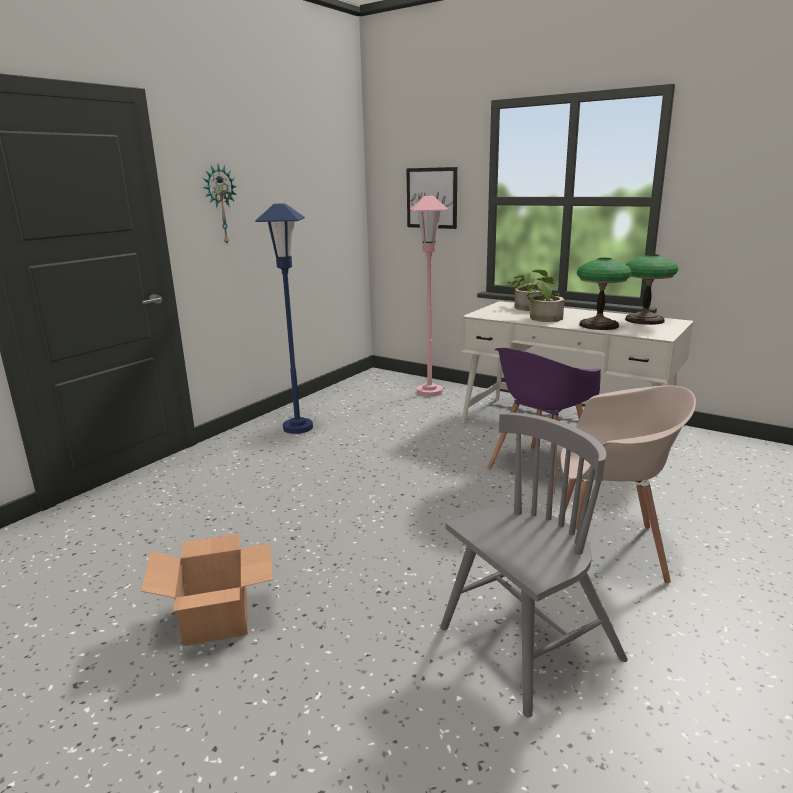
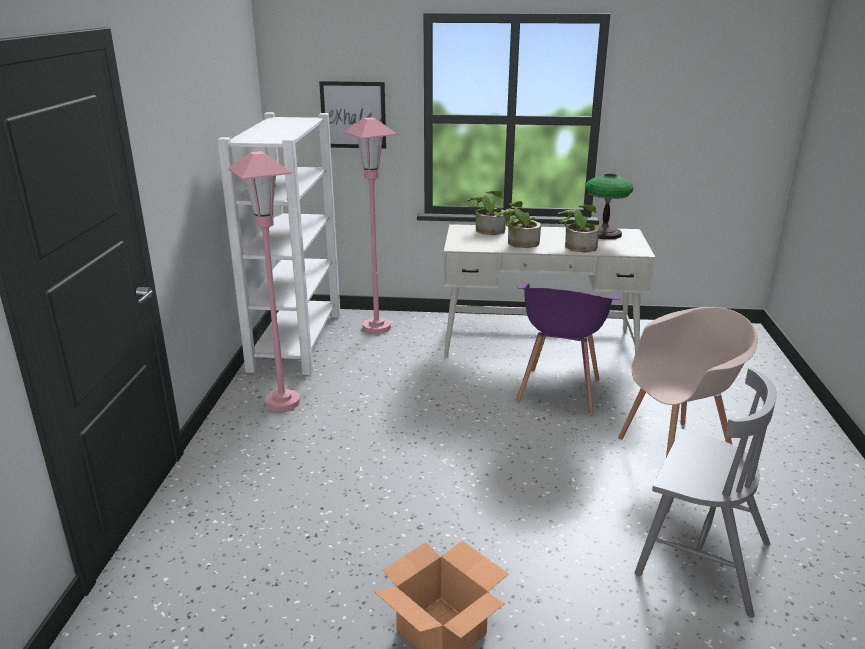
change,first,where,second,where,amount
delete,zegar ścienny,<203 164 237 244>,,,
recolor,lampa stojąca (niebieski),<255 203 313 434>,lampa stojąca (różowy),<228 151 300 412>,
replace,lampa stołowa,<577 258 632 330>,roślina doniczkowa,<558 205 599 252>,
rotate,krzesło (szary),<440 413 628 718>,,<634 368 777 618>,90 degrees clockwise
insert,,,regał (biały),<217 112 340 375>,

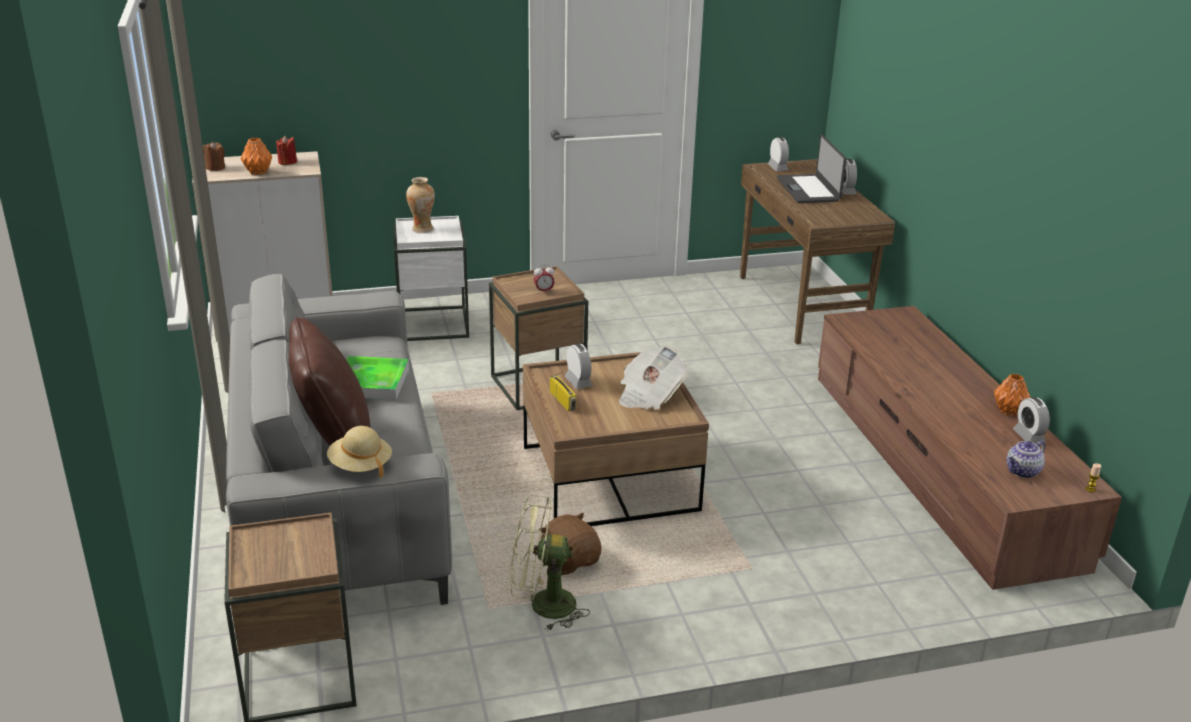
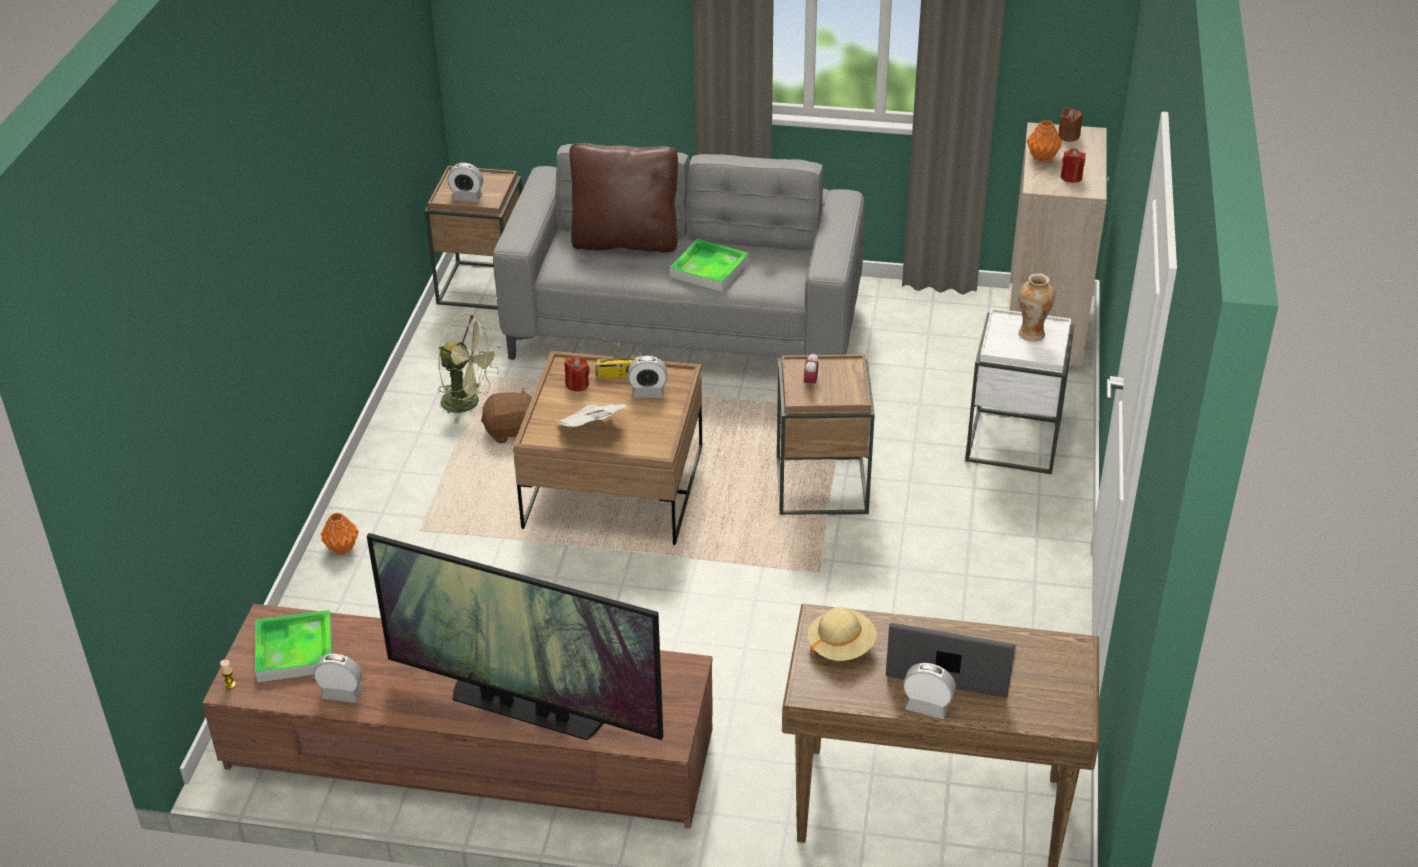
change,first,where,second,where,amount
move,budzik,<768 137 789 171>,,<447 163 483 202>,
move,wazon (pomarańczowy),<994 374 1031 416>,,<321 512 359 555>,
move,kapelusz (beżowy),<327 426 392 478>,,<807 607 877 661>,
replace,imbryk,<1007 440 1045 478>,taca,<255 610 333 682>,
rotate,wentylator (zielony),<511 495 590 631>,,<438 313 501 424>,90 degrees clockwise
insert,,,świeca (czerwony),<565 356 590 391>,
insert,,,telewizor,<367 533 663 740>,

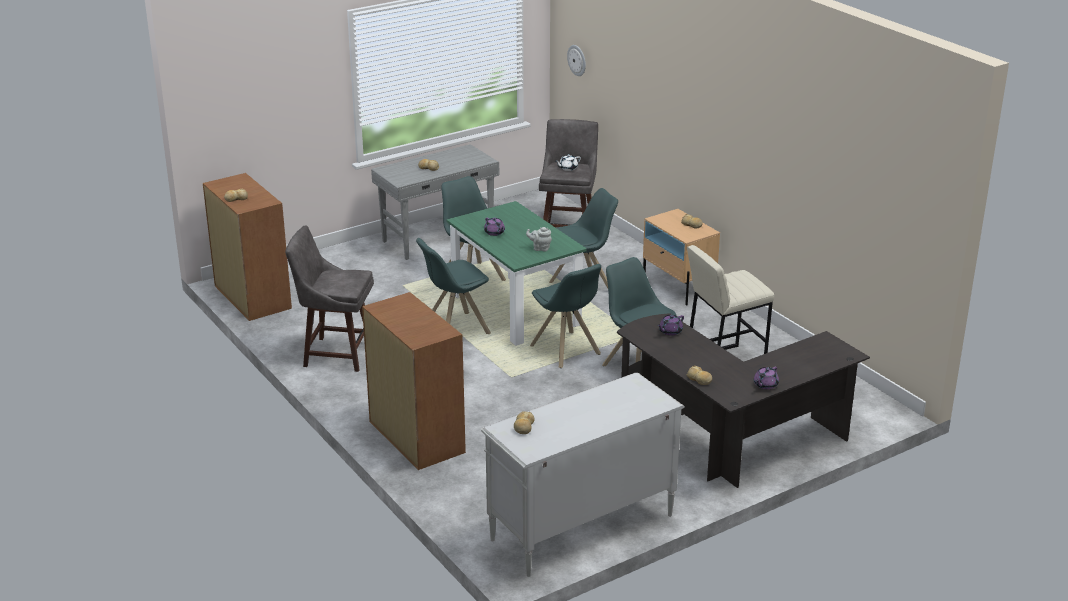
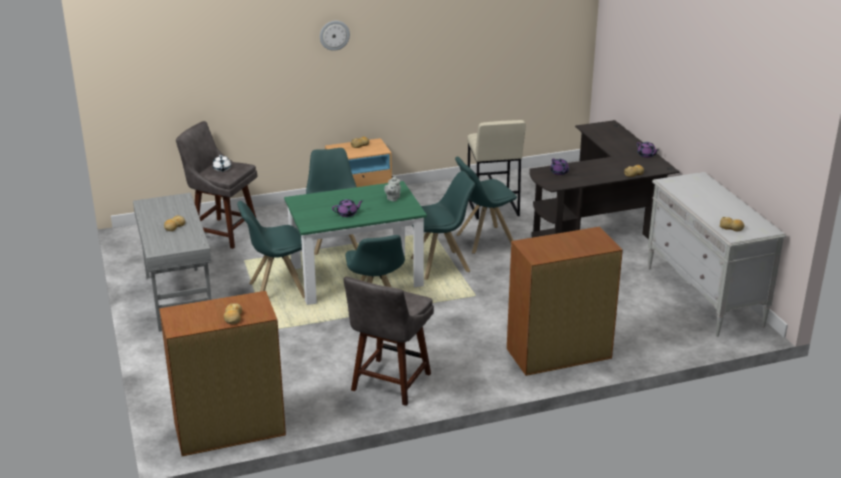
change,first,where,second,where,amount
move,zegar ścienny,<567 45 586 76>,,<320 21 350 51>,

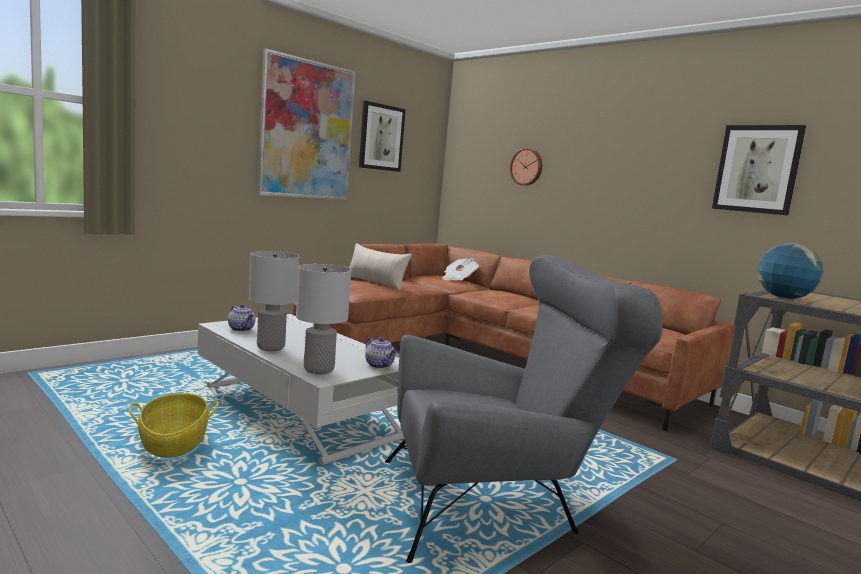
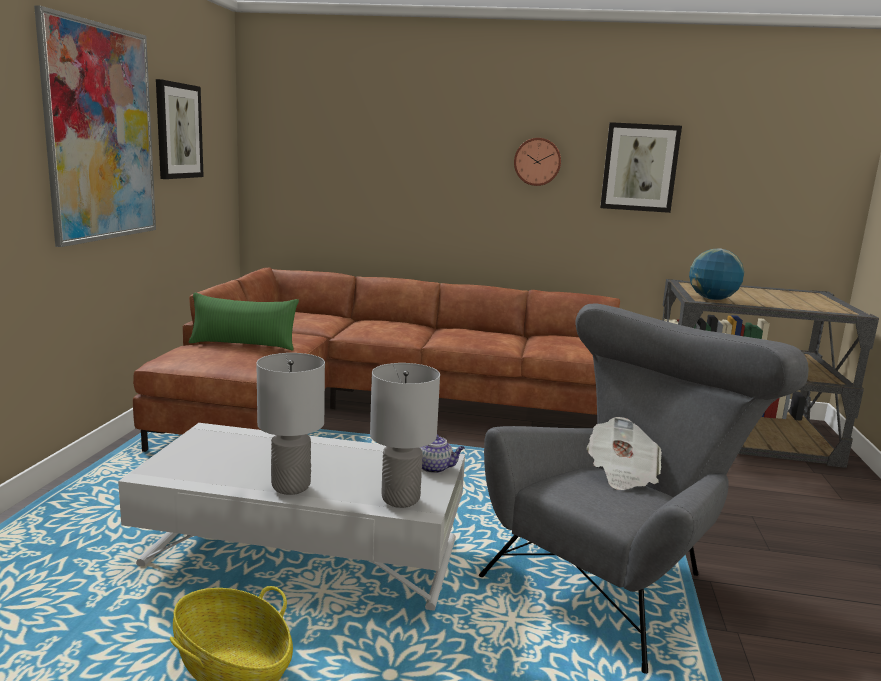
change,first,where,second,where,amount
move,zegar ścienny,<510 148 542 186>,,<514 138 561 186>,
recolor,poduszka (beżowy),<349 243 412 291>,poduszka (zielony),<188 293 299 351>,
move,gazeta,<442 258 479 281>,,<587 417 662 490>,
delete,imbryk,<228 304 255 331>,,,

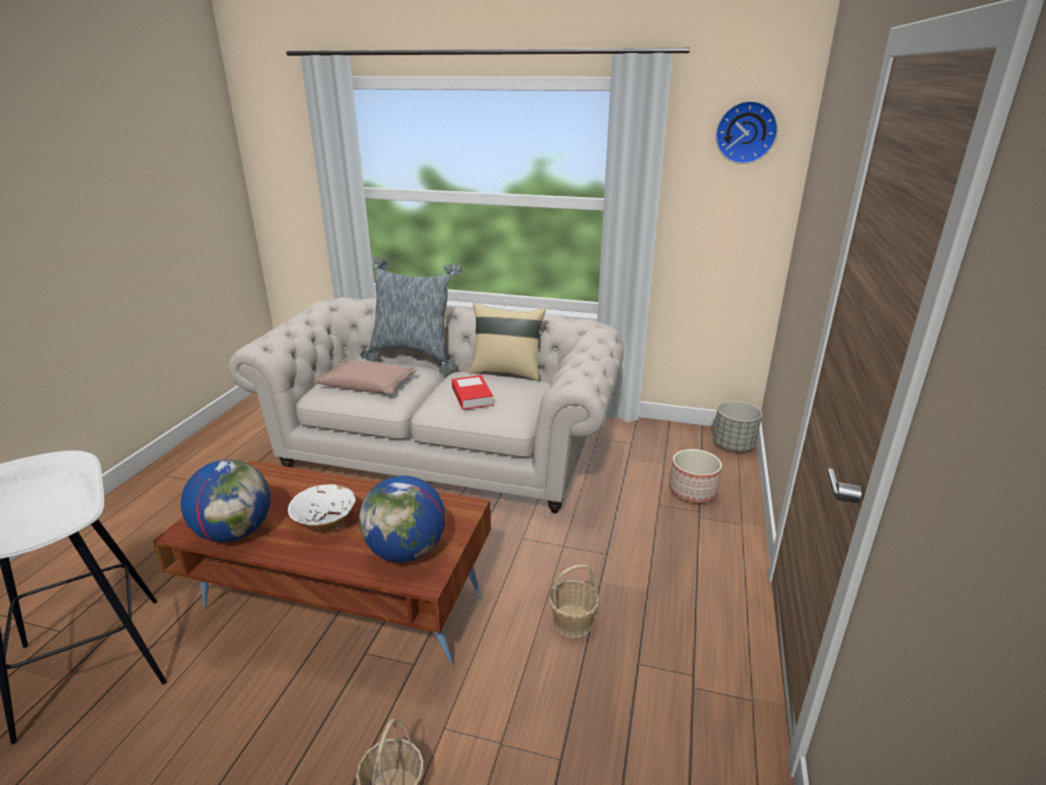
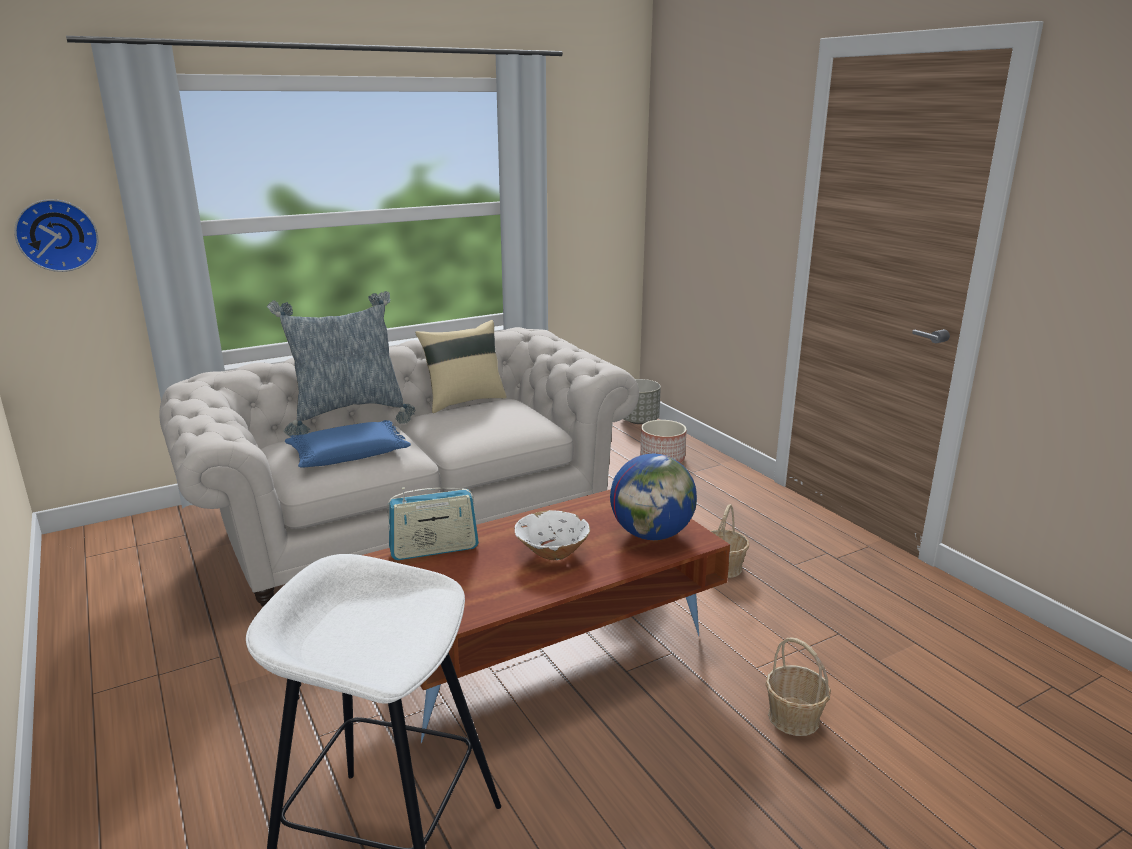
change,first,where,second,where,amount
move,zegar ścienny,<716 101 778 164>,,<14 199 99 272>,
recolor,poduszka (beżowy),<314 358 417 394>,poduszka (niebieski),<285 420 411 468>,
delete,książka,<452 375 493 410>,,,
delete,globus,<181 460 270 542>,,,
insert,,,radio,<387 487 479 560>,

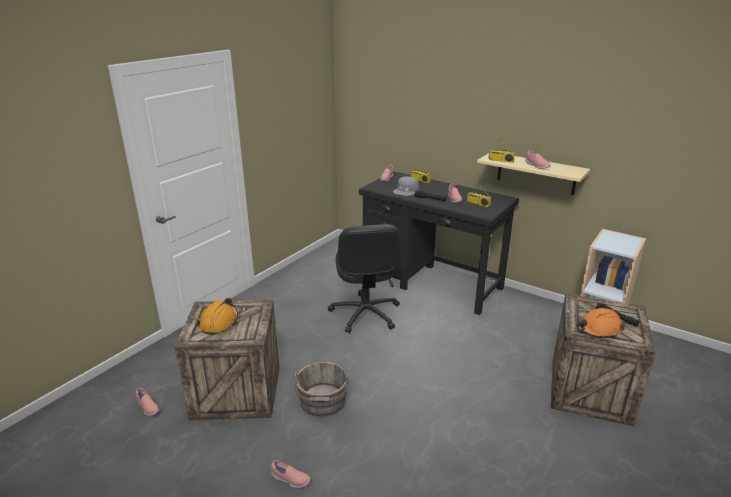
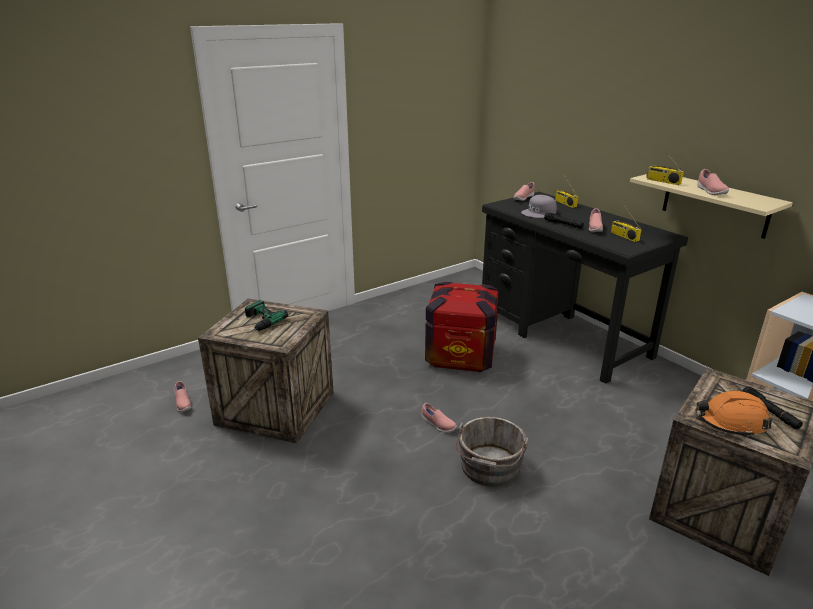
change,first,where,second,where,amount
replace,krzesło biurowe (czarny),<328 224 400 333>,skrzynka,<425 282 499 372>,
replace,kask (pomarańczowy),<197 298 238 335>,wiertarka,<245 300 288 333>,
move,wiadro (szary),<294 361 349 417>,,<456 416 528 487>,
move,but (różowy),<271 460 310 488>,,<421 403 457 433>,

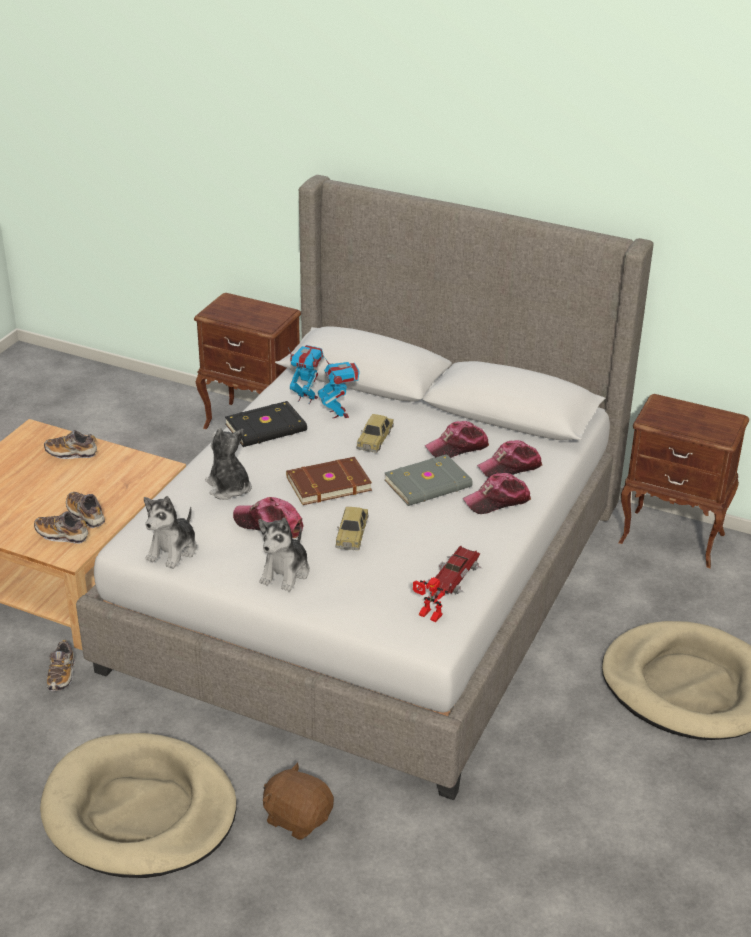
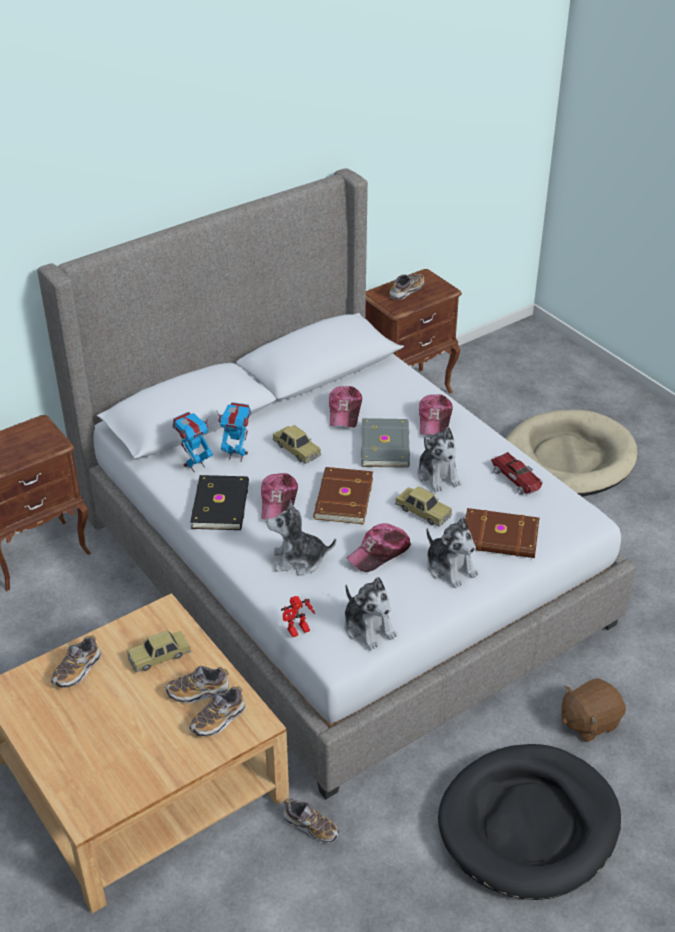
change,first,where,second,where,amount
move,czapka z daszkiem,<477 440 542 478>,,<261 473 298 520>,
move,robot zabawkowy,<413 577 448 622>,,<281 596 315 637>,
recolor,legowisko (beżowy),<40 733 237 878>,legowisko (czarny),<438 744 621 900>,
insert,,,but,<389 274 424 300>,
insert,,,pluszak,<417 427 461 492>,
insert,,,książka (brązowy),<465 508 539 558>,
insert,,,samochodzik,<127 630 191 672>,

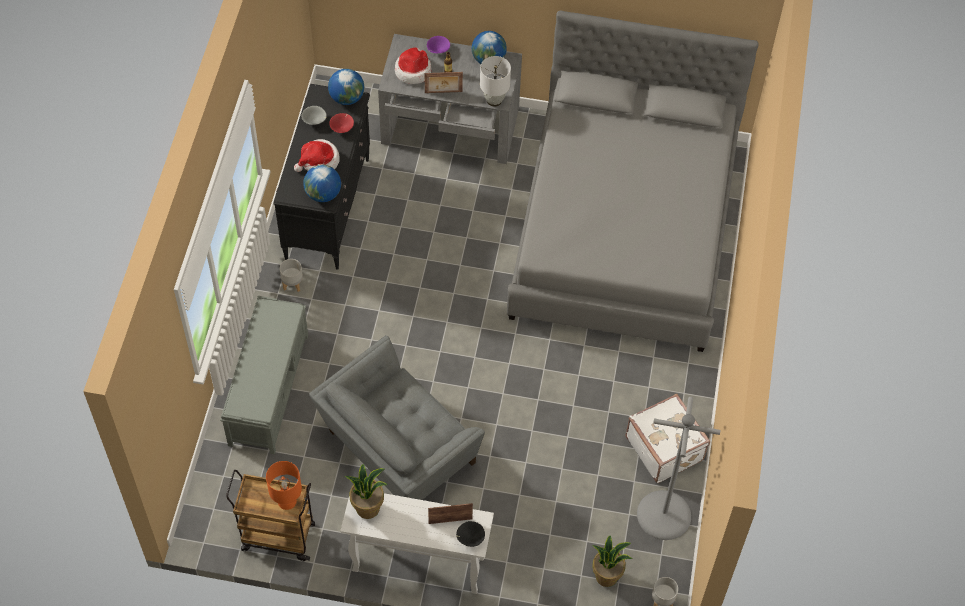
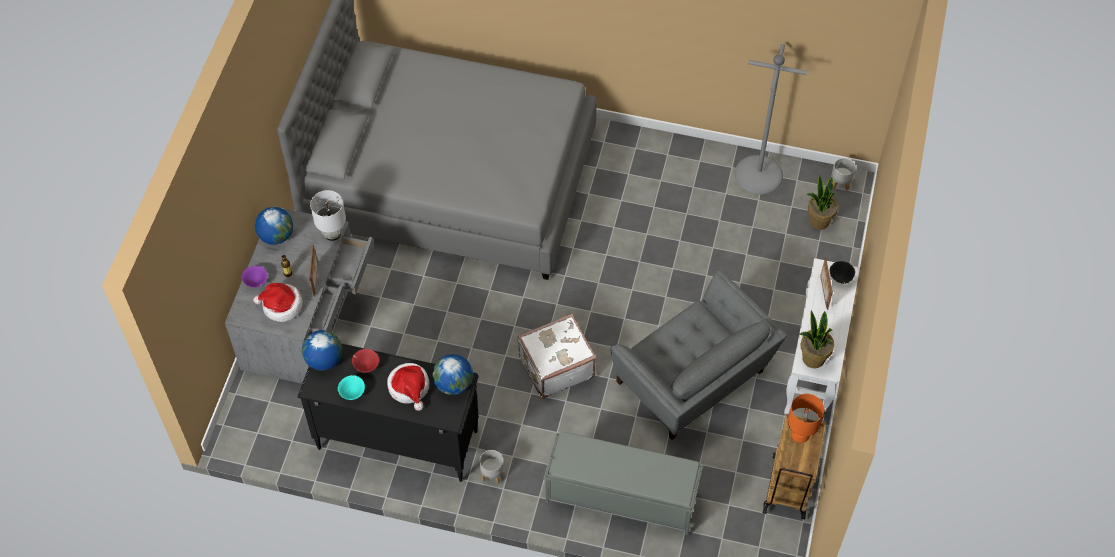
change,first,where,second,where,amount
recolor,miska (szary),<301 106 327 125>,miska (turkusowy),<338 375 365 400>,
move,walizka (biały),<625 394 710 483>,,<518 314 596 399>,

